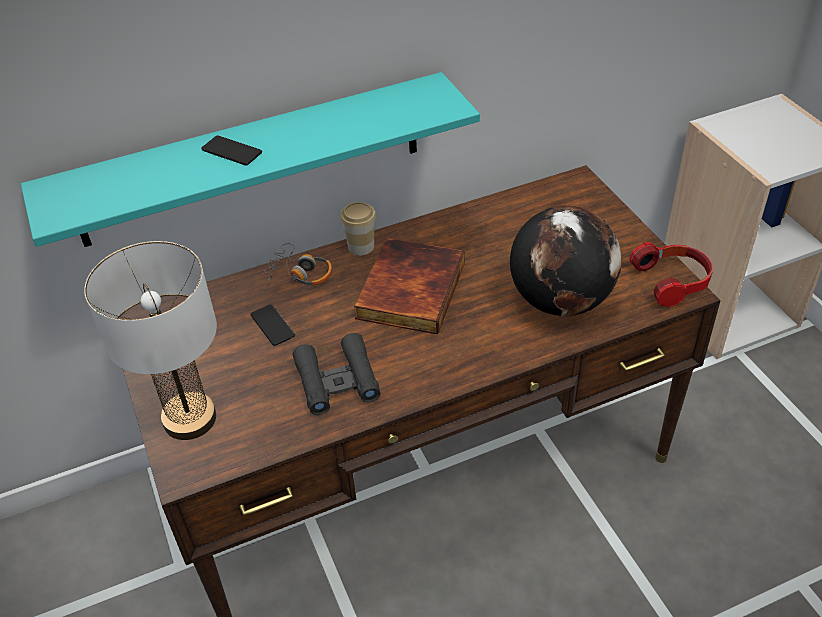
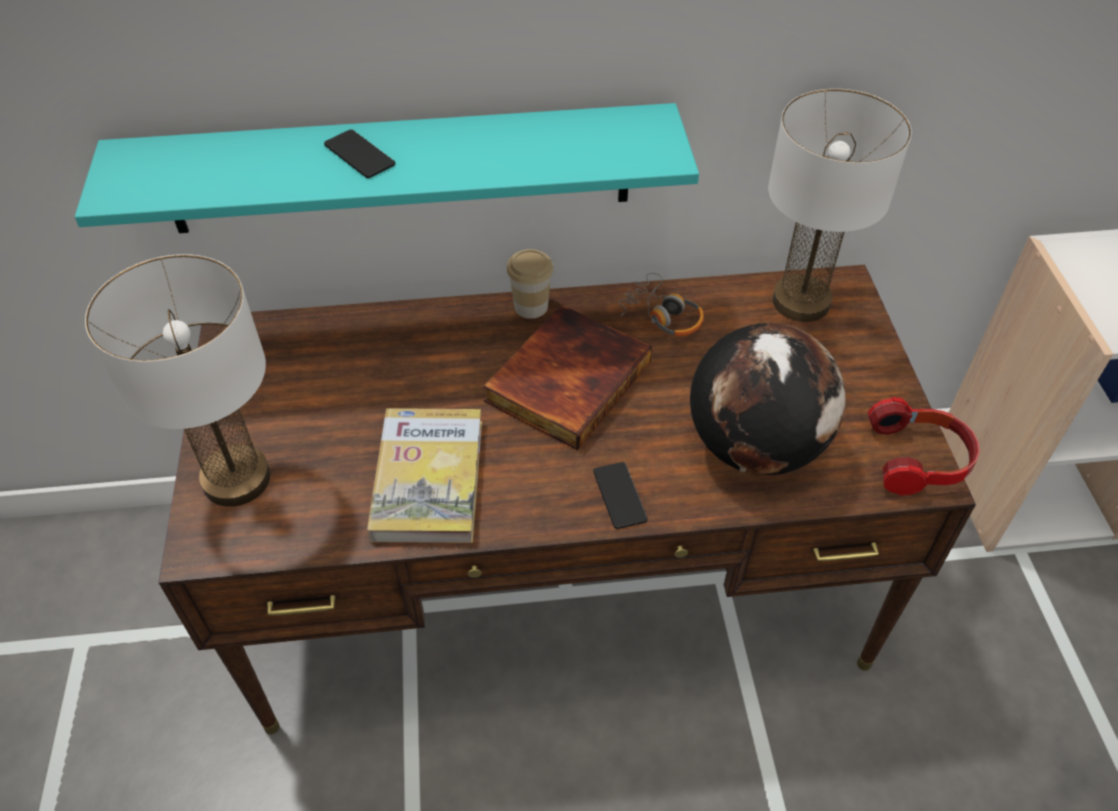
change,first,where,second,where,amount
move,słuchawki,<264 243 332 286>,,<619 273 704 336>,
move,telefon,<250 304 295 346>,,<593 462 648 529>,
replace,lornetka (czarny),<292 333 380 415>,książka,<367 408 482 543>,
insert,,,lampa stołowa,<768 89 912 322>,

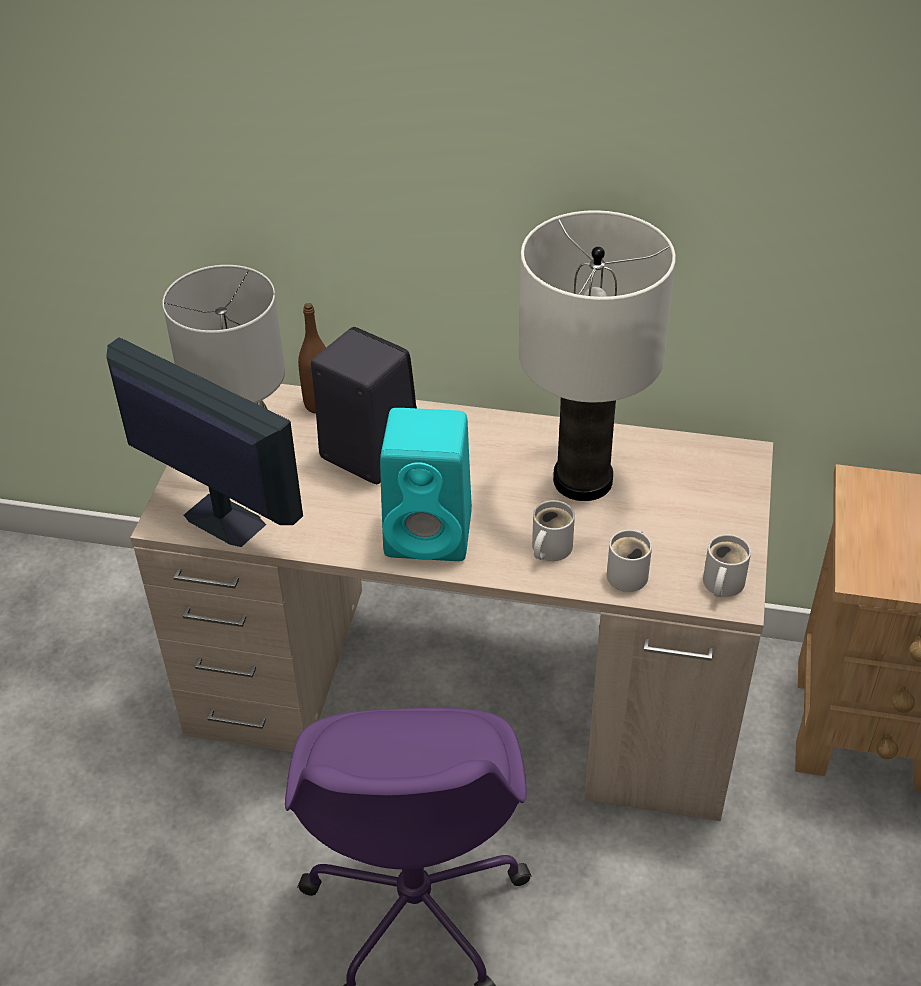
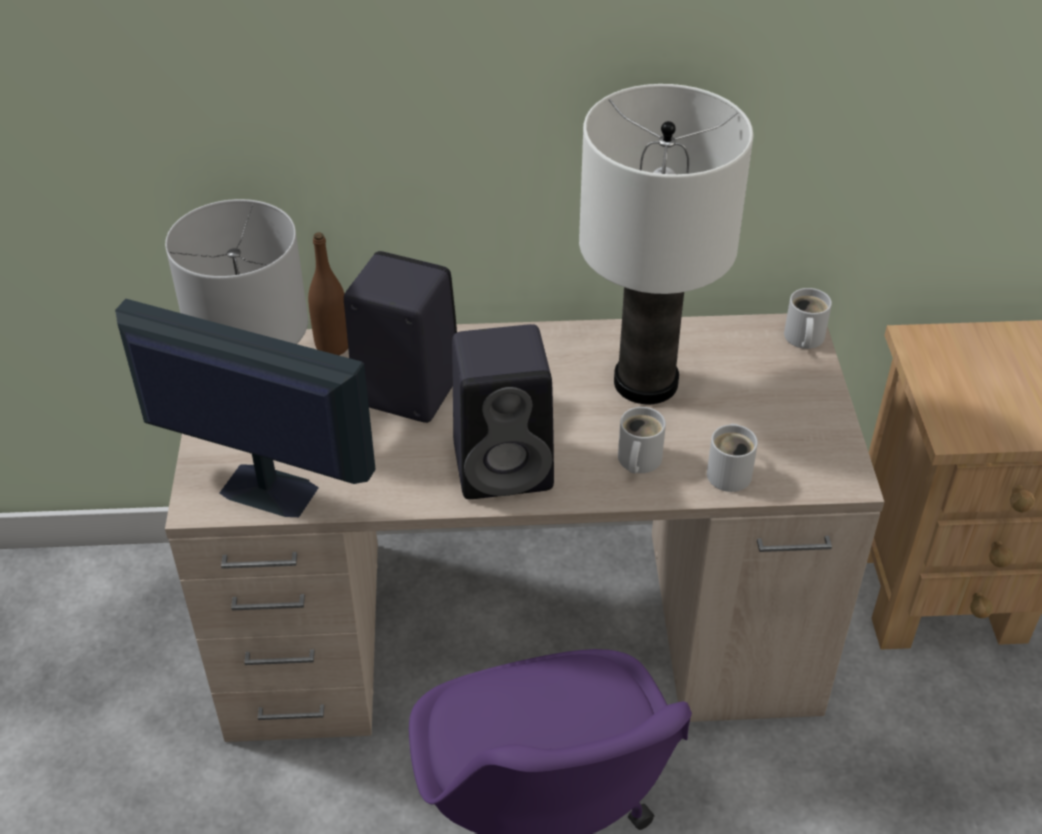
change,first,where,second,where,amount
recolor,głośnik (turkusowy),<380 408 472 561>,głośnik (czarny),<452 324 554 499>,
move,kubek (biały),<703 534 751 597>,,<784 288 832 349>,

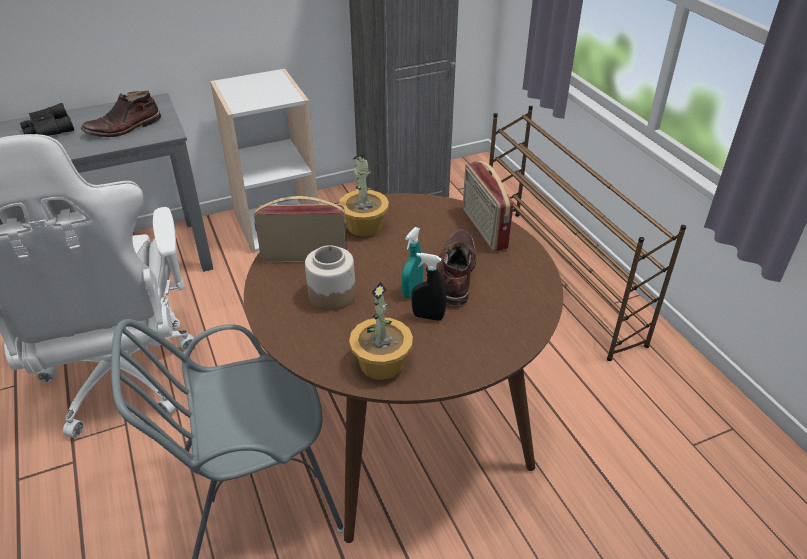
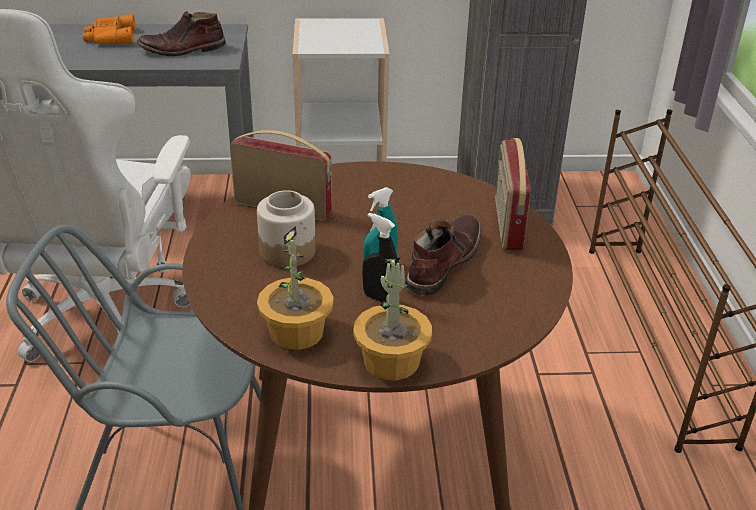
change,first,where,second,where,amount
recolor,lornetka (czarny),<20 103 74 136>,lornetka (pomarańczowy),<83 14 136 44>,
move,roślina doniczkowa,<339 154 389 236>,,<353 258 432 381>,

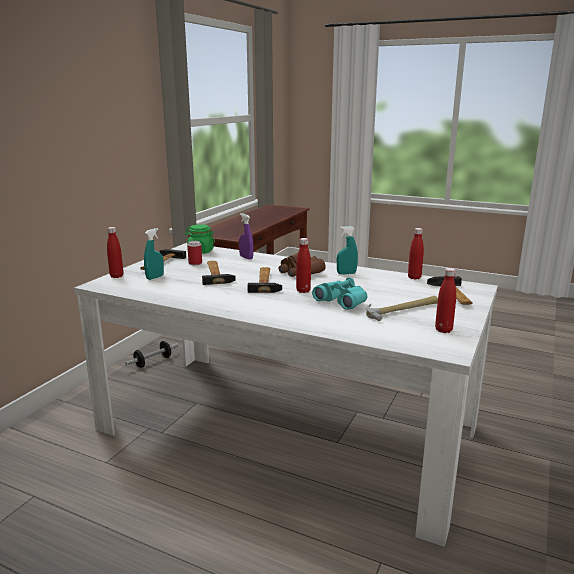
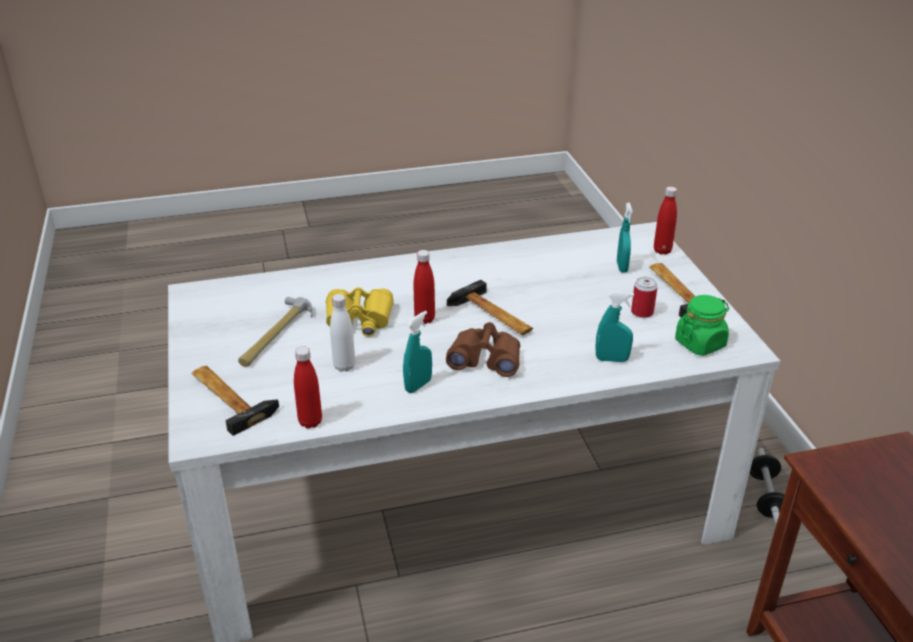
change,first,where,second,where,amount
recolor,spryskiwacz (fioletowy),<239 213 253 259>,spryskiwacz (turkusowy),<595 291 634 362>,
delete,młotek,<202 261 236 285>,,,
delete,butelka (czerwony),<435 268 456 333>,,,
recolor,lornetka (turkusowy),<312 277 367 310>,lornetka (żółty),<326 287 394 337>,
insert,,,butelka (biały),<330 294 355 372>,

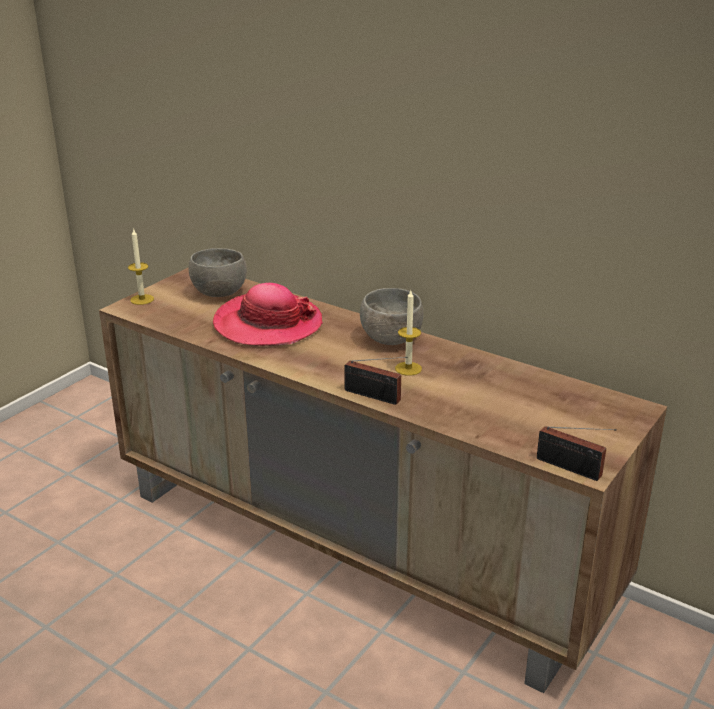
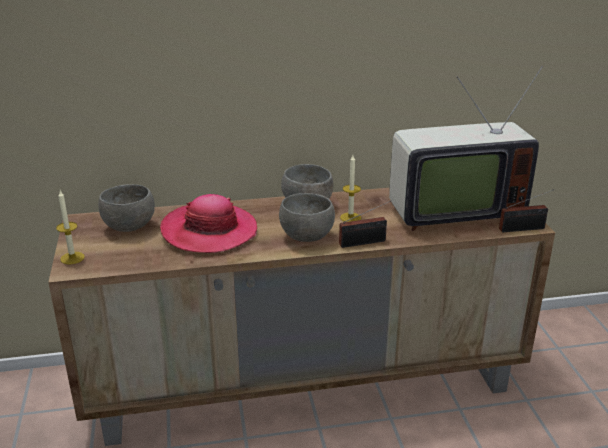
change,first,where,second,where,amount
insert,,,telewizor,<389 66 543 231>,
insert,,,miska (szary),<279 193 335 242>,

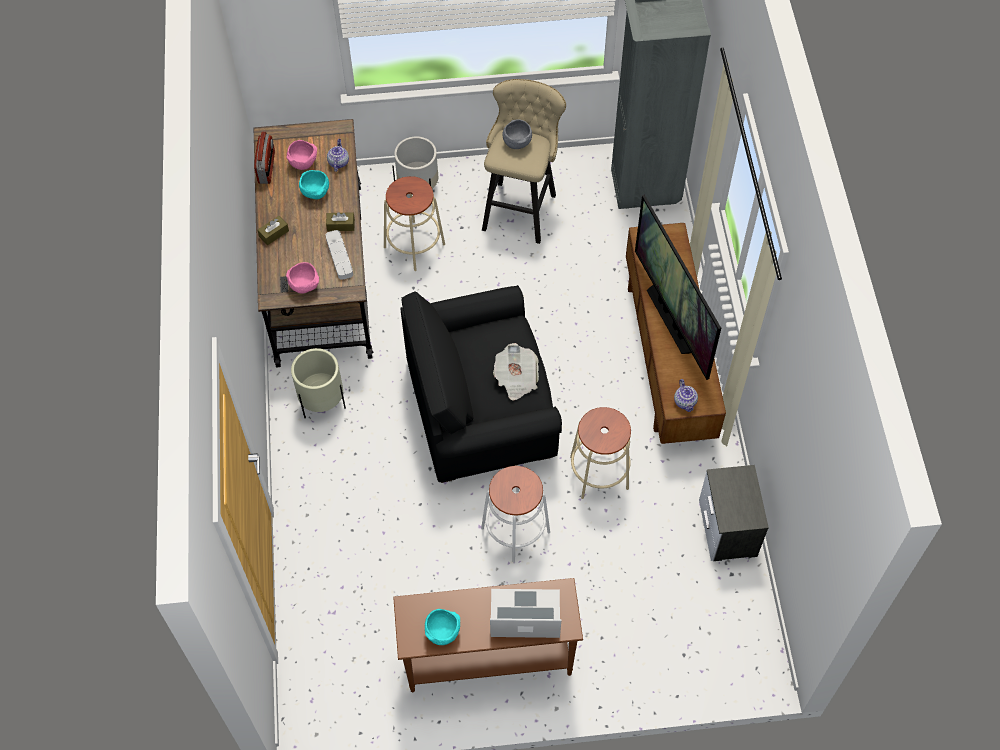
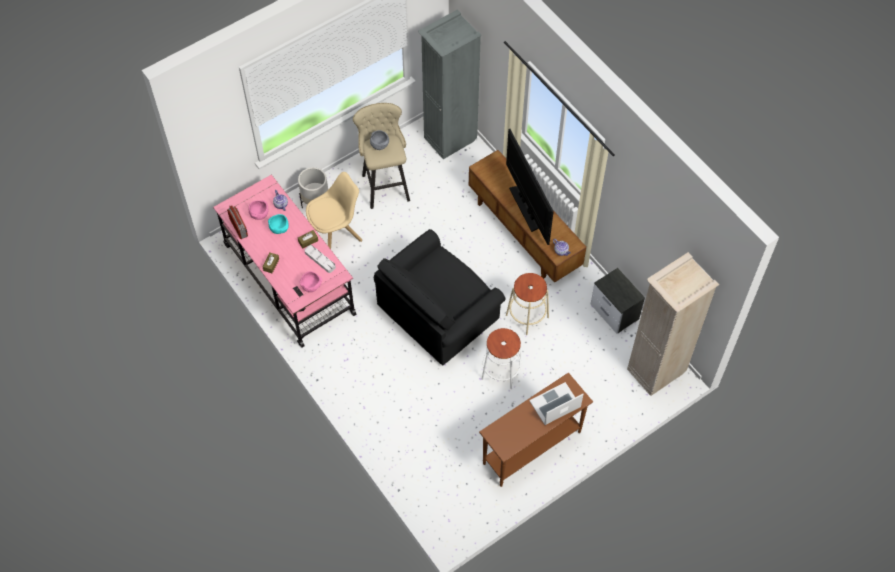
change,first,where,second,where,amount
recolor,biurko (brązowy),<254 119 373 368>,biurko (różowy),<213 174 356 348>,
replace,stołek (beżowy),<384 176 445 271>,krzesło (beżowy),<306 172 362 249>,
rotate,telewizor,<635 195 721 380>,,<506 129 554 245>,150 degrees counterclockwise
delete,gazeta,<493 343 539 401>,,,
delete,donica (beżowy),<291 348 346 418>,,,
delete,miska (turkusowy),<425 609 460 645>,,,
insert,,,szafka (beżowy),<627 252 719 396>,

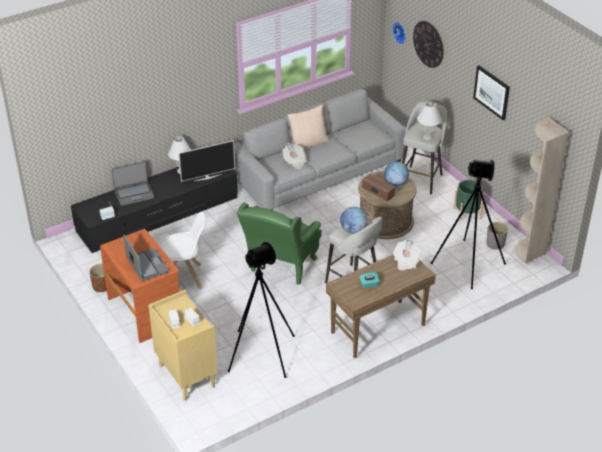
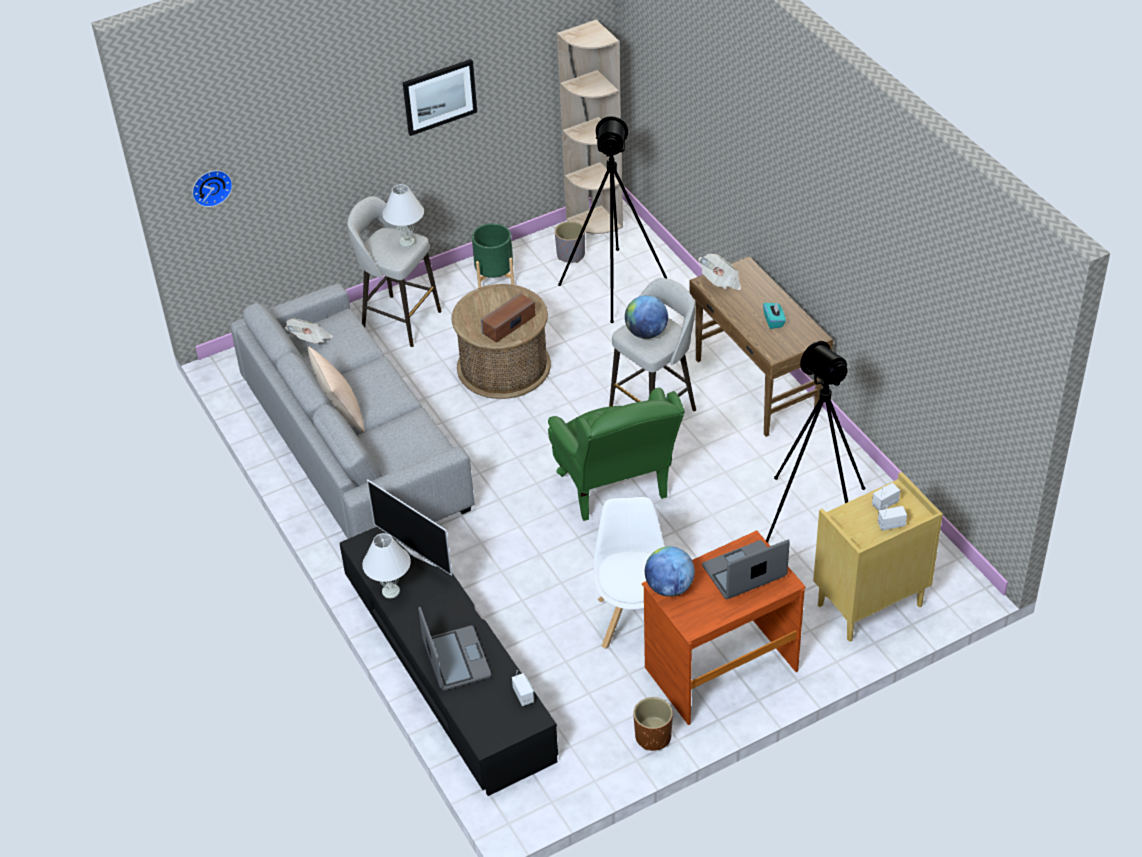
change,first,where,second,where,amount
delete,zegar ścienny,<413 21 444 68>,,,
rotate,telewizor,<179 140 235 182>,,<367 479 452 576>,150 degrees clockwise
move,gazeta,<282 143 307 169>,,<285 318 333 344>,
move,globus,<384 161 409 186>,,<645 546 695 597>,
rotate,fotel (zielony),<237 203 322 285>,,<548 388 685 521>,45 degrees clockwise

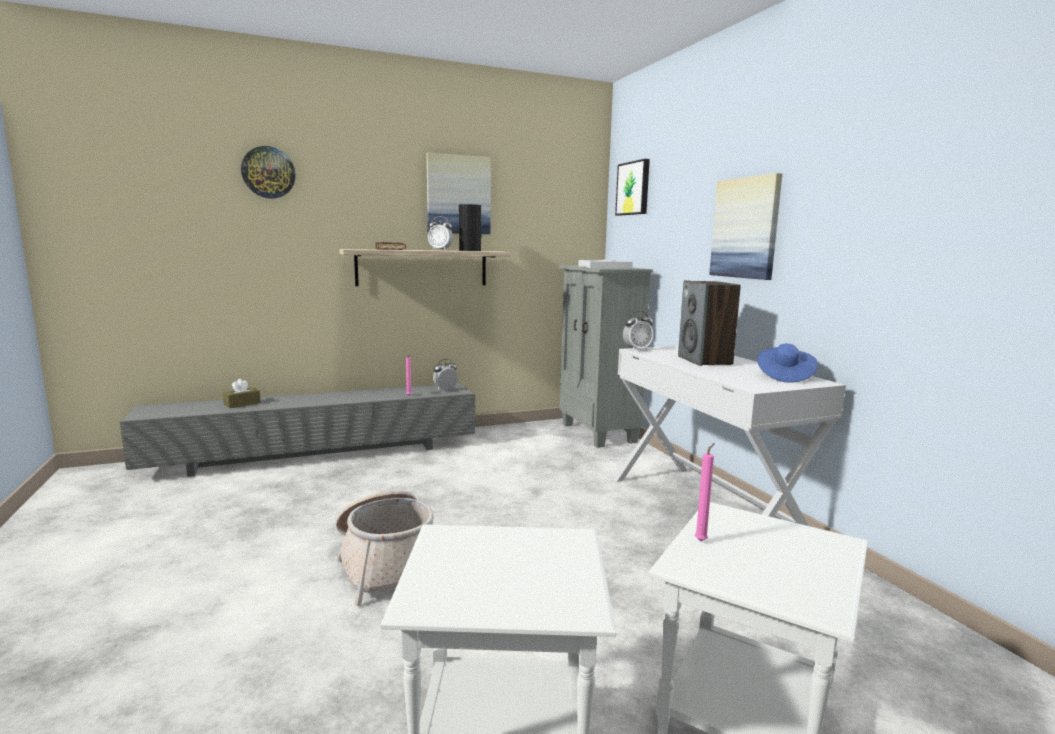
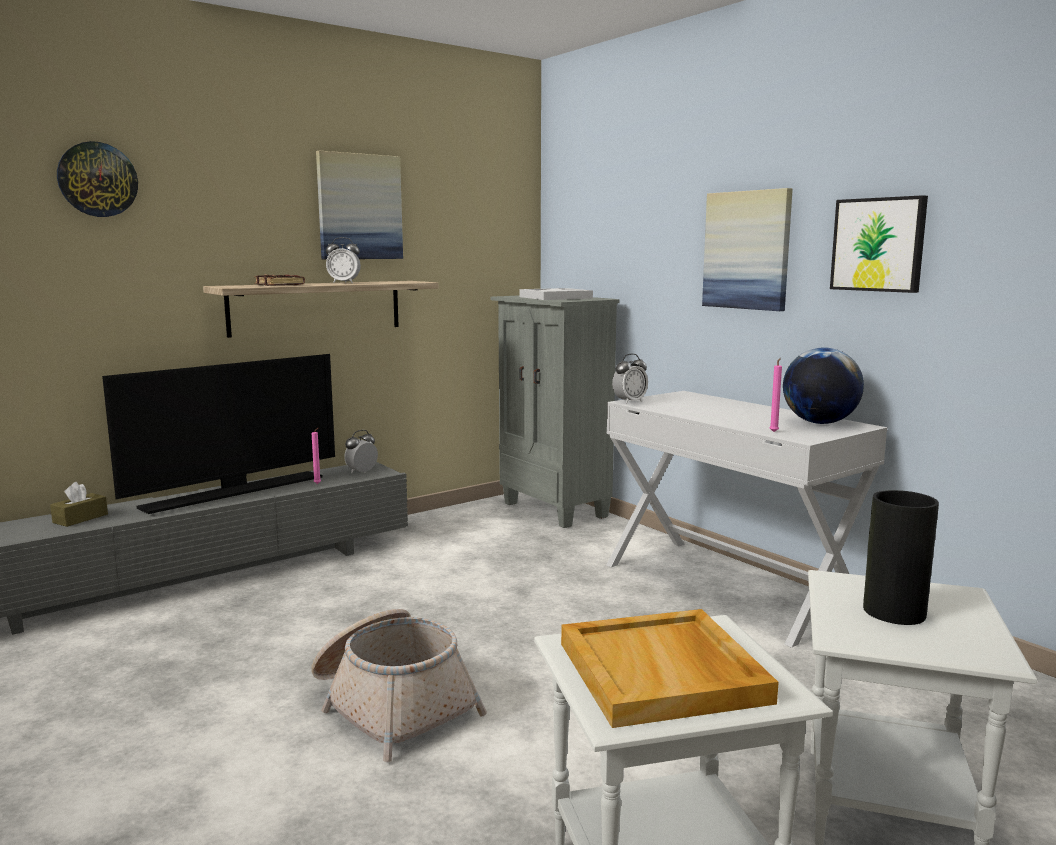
change,first,where,second,where,amount
move,obraz,<615 159 650 216>,,<830 195 928 293>,
move,wazon,<459 204 482 251>,,<863 490 939 625>,
delete,głośnik,<678 280 741 366>,,,
replace,kapelusz (niebieski),<757 344 818 383>,globus,<783 347 864 424>,
move,świeca (różowy),<695 443 715 541>,,<770 358 782 432>,
insert,,,telewizor,<102 354 335 514>,
insert,,,taca (beżowy),<561 609 779 728>,

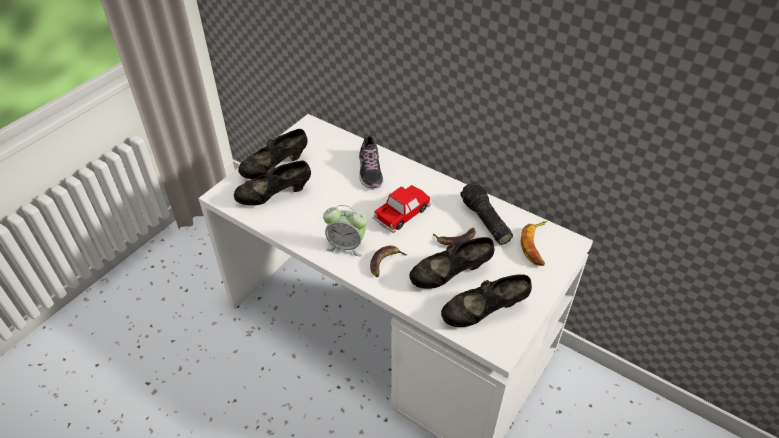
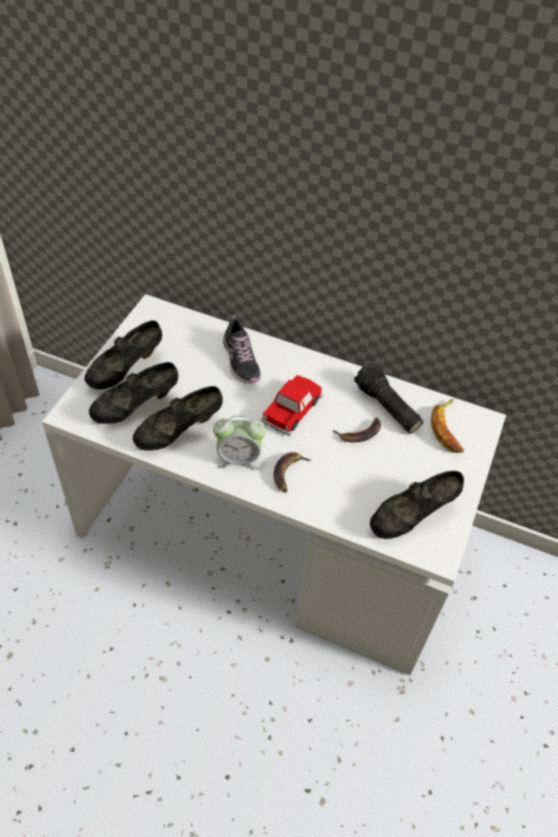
change,first,where,second,where,amount
move,but (czarny),<409 237 495 289>,,<133 386 223 451>,

